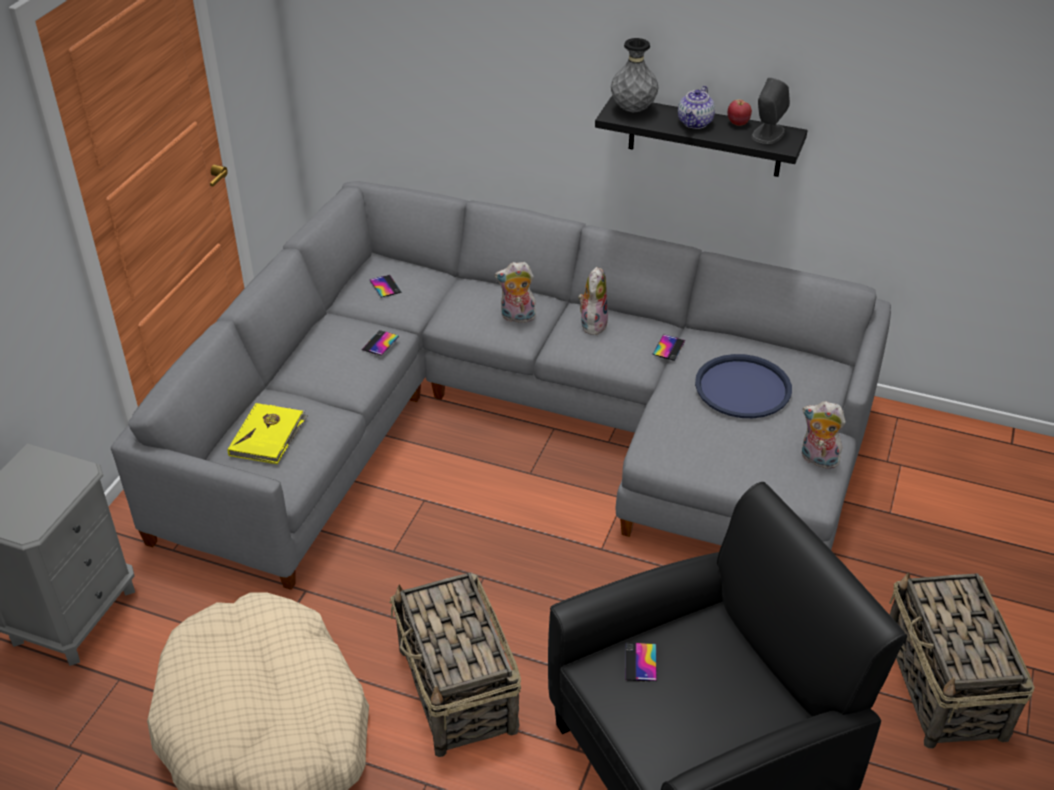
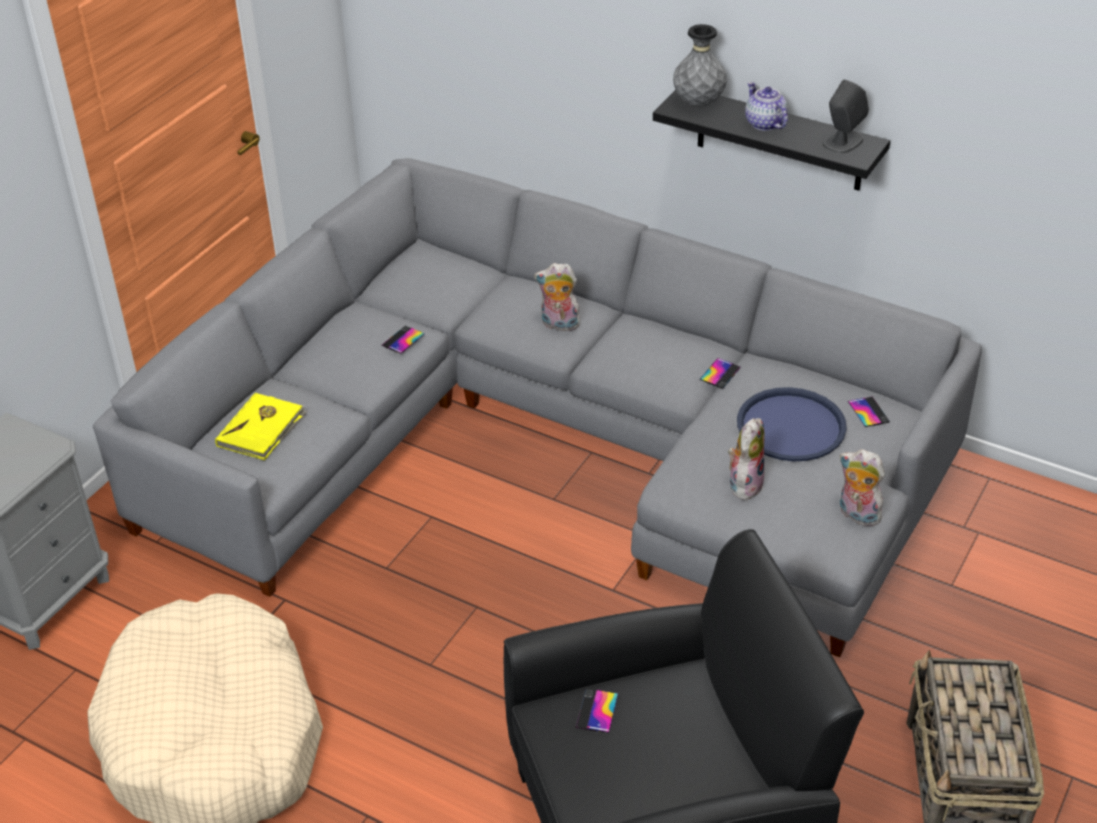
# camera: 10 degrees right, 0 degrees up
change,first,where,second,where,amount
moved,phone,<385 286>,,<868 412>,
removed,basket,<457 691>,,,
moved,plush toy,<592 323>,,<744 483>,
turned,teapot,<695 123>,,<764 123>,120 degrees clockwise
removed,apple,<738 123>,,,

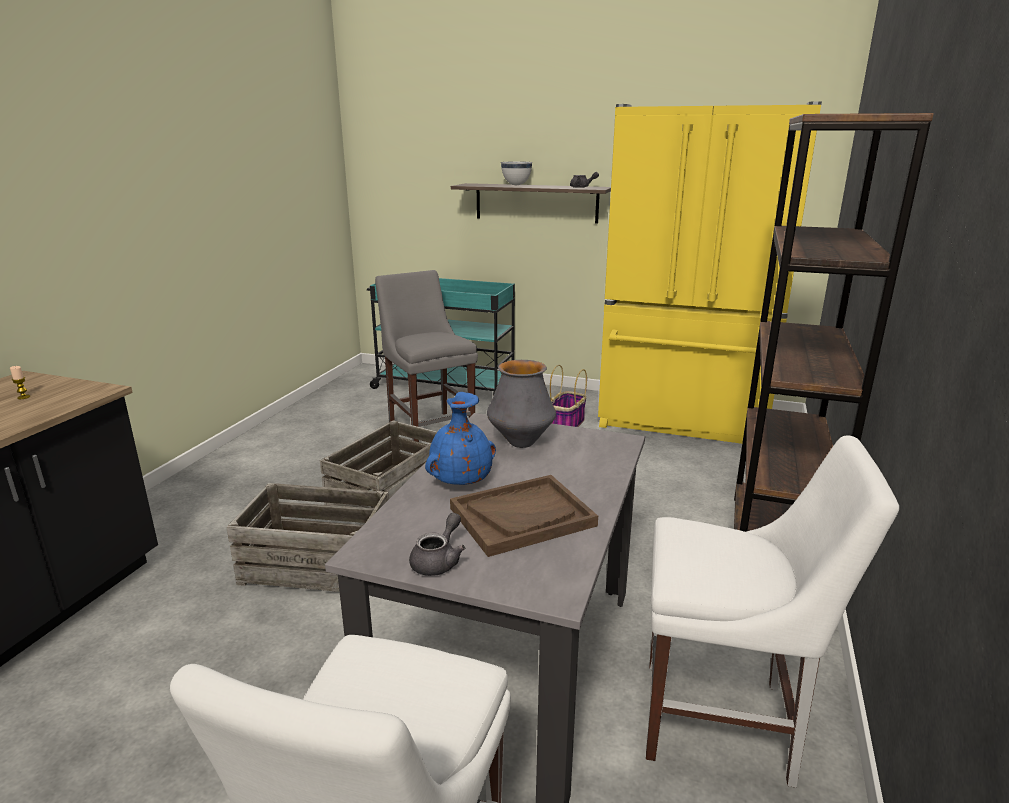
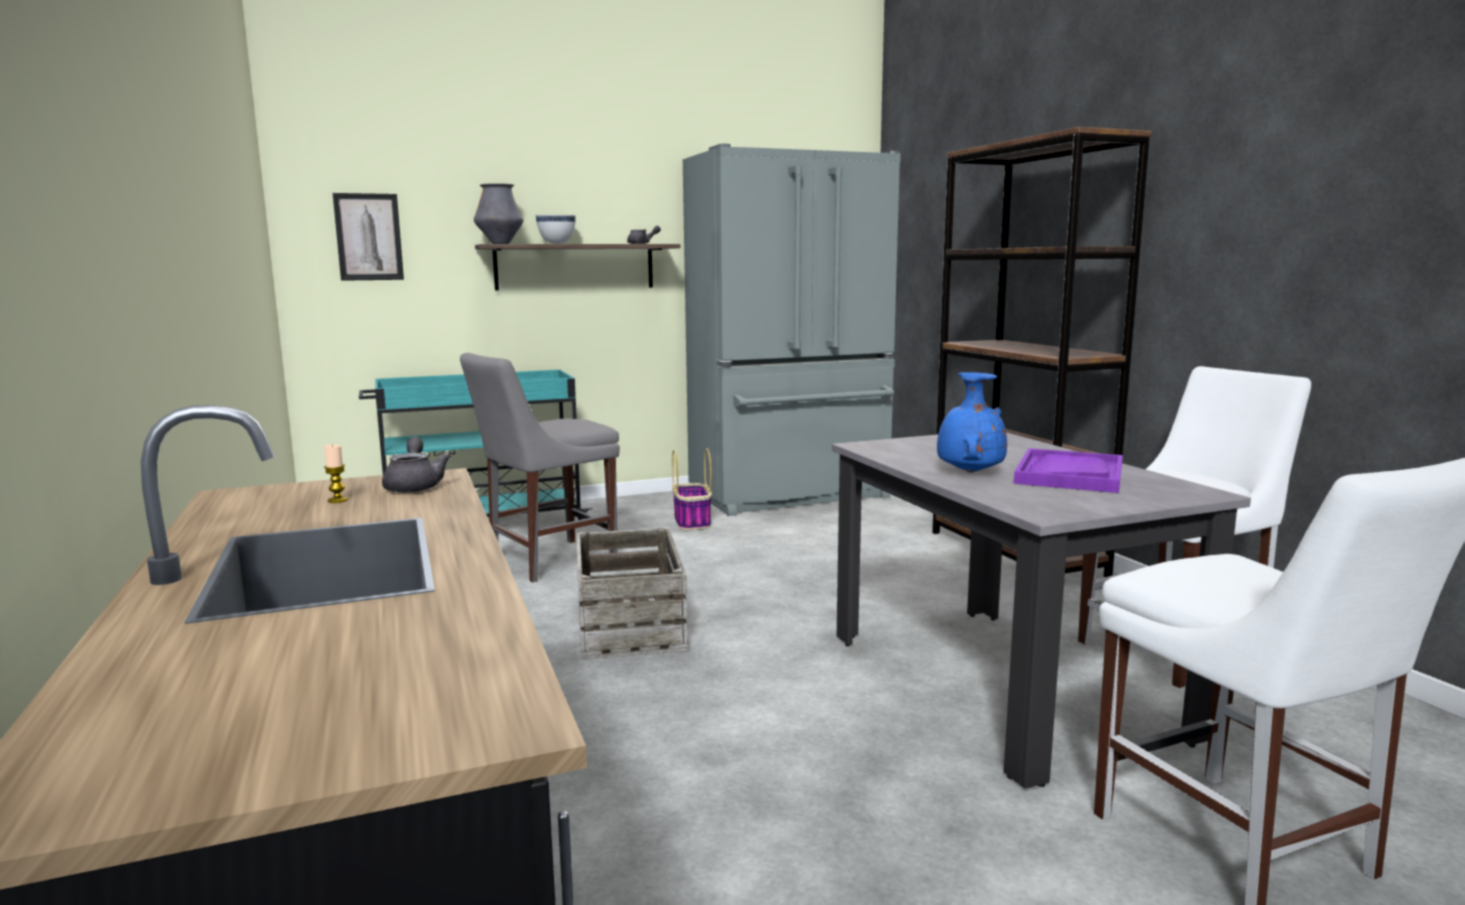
# camera: 40 degrees left, 10 degrees down
change,first,where,second,where,amount
removed,crate,<317 565>,,,
turned,grey chair,<429 428>,,<547 561>,60 degrees counterclockwise
moved,grey teapot,<439 561>,,<415 486>,
recoloured,brown tray,<522 517>,purple tray,<1069 474>,
moved,vase,<521 443>,,<500 244>,
recoloured,yellow fridge,<683 421>,grey fridge,<791 495>,
added,,,picture,<369 237>,

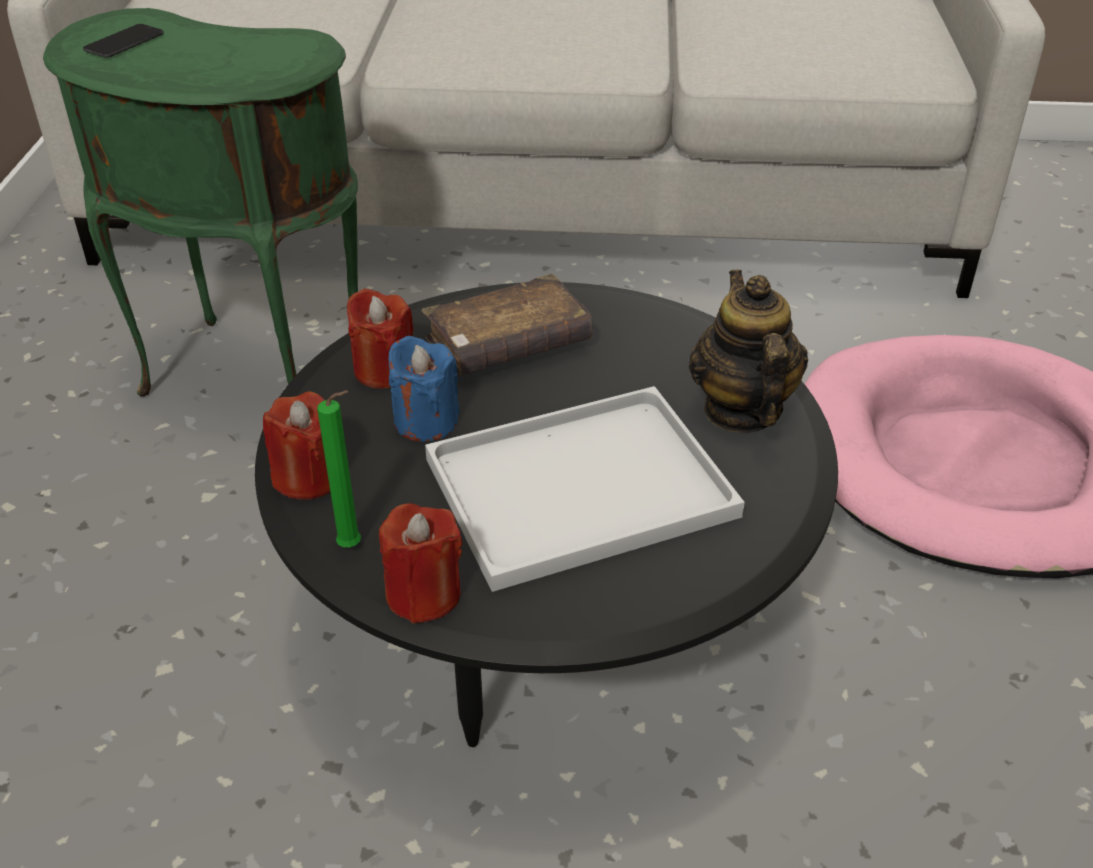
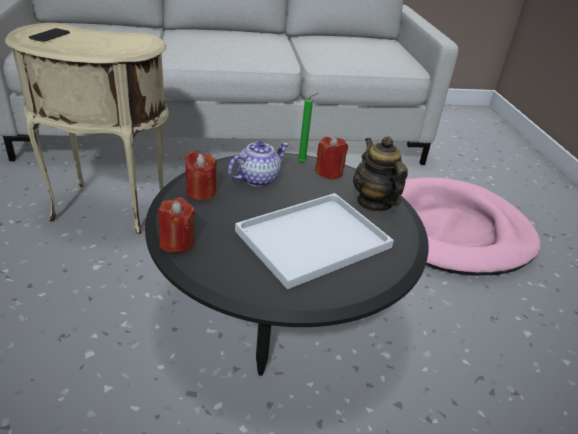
# camera: 15 degrees left, 5 degrees down
change,first,where,second,where,amount
recoloured,green side table,<251 379>,beige side table,<108 210>,
moved,green candle,<353 547>,,<303 163>,
moved,red candle,<423 594>,,<329 172>,
removed,blue candle,<426 421>,,,
replaced,brown book,<508 344>,teapot,<258 179>,

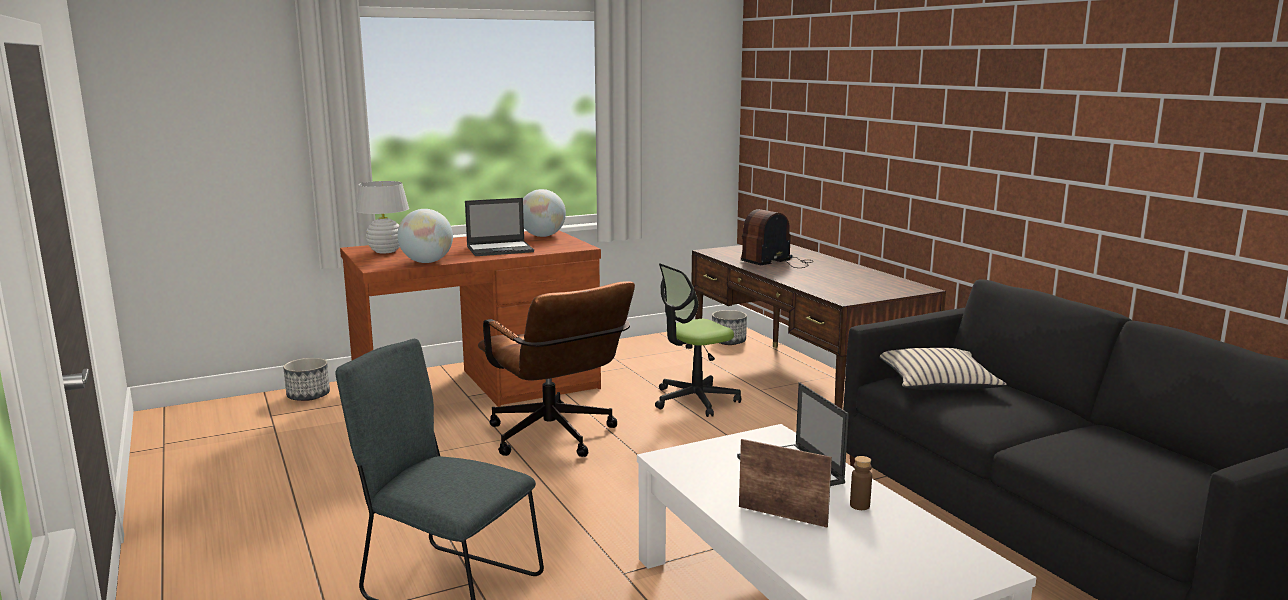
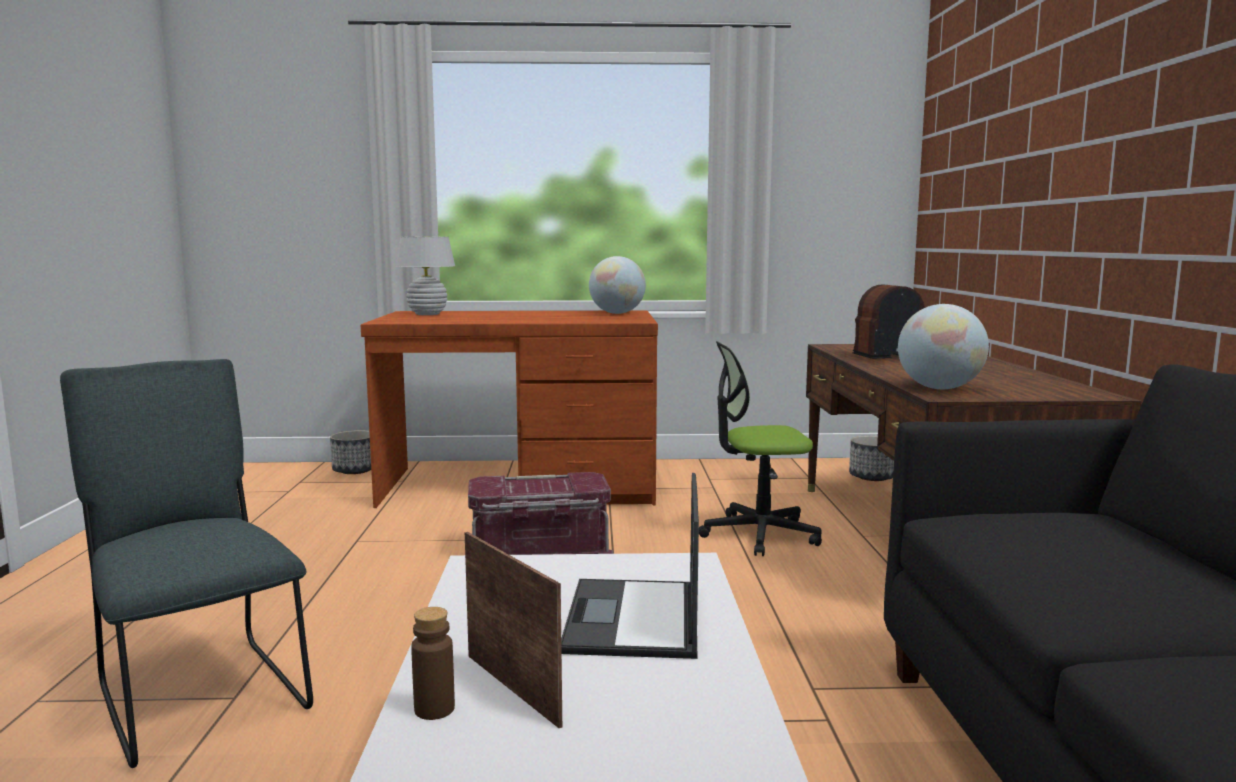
# camera: 25 degrees right, 5 degrees down
change,first,where,second,where,amount
moved,globe,<427 262>,,<939 388>,
removed,laptop,<501 249>,,,
replaced,brown office chair,<556 439>,red storage box,<539 550>,
moved,brown bottle,<859 505>,,<434 709>,
removed,beige pillow,<937 382>,,,

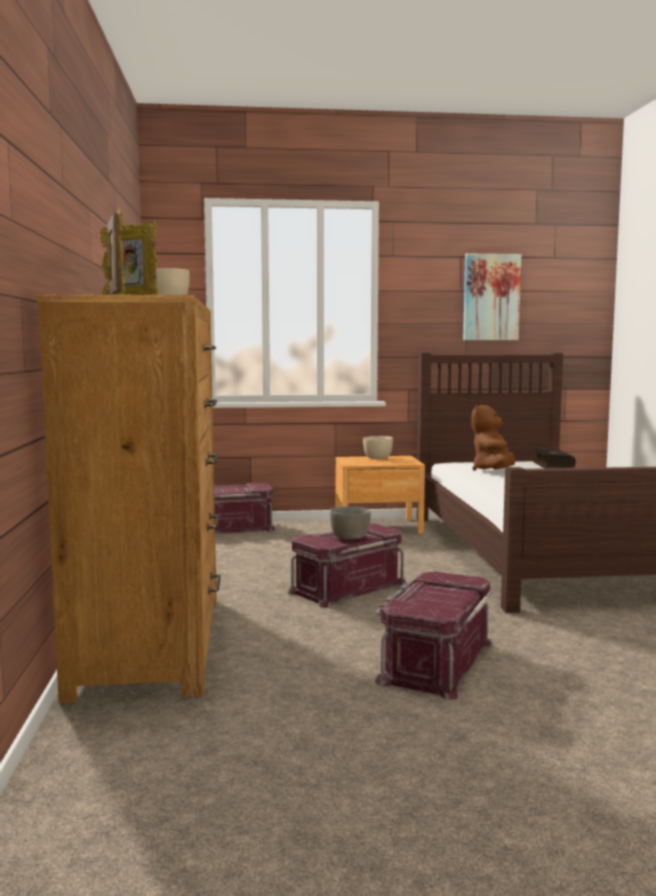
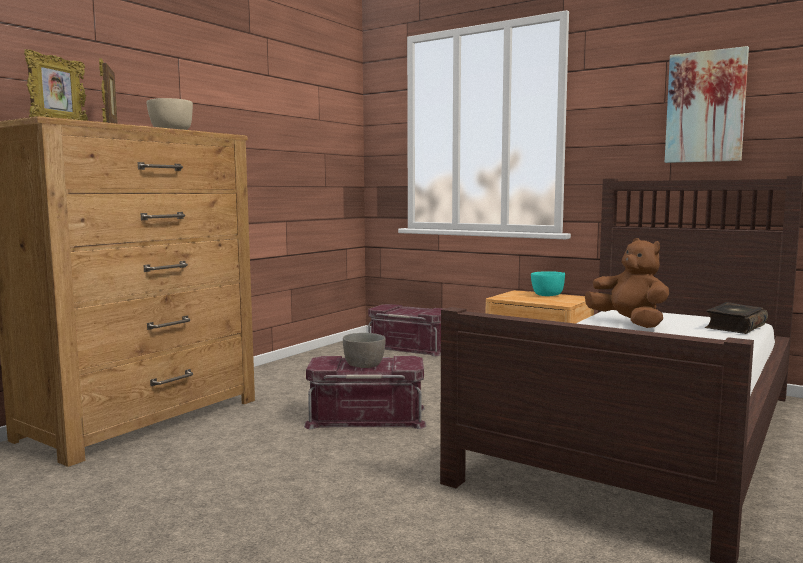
# camera: 40 degrees right, 0 degrees up
change,first,where,second,where,amount
recoloured,beige bowl,<377 458>,turquoise bowl,<547 295>,
removed,red storage box,<435 661>,,,
turned,brown plush toy,<494 471>,,<629 323>,90 degrees clockwise

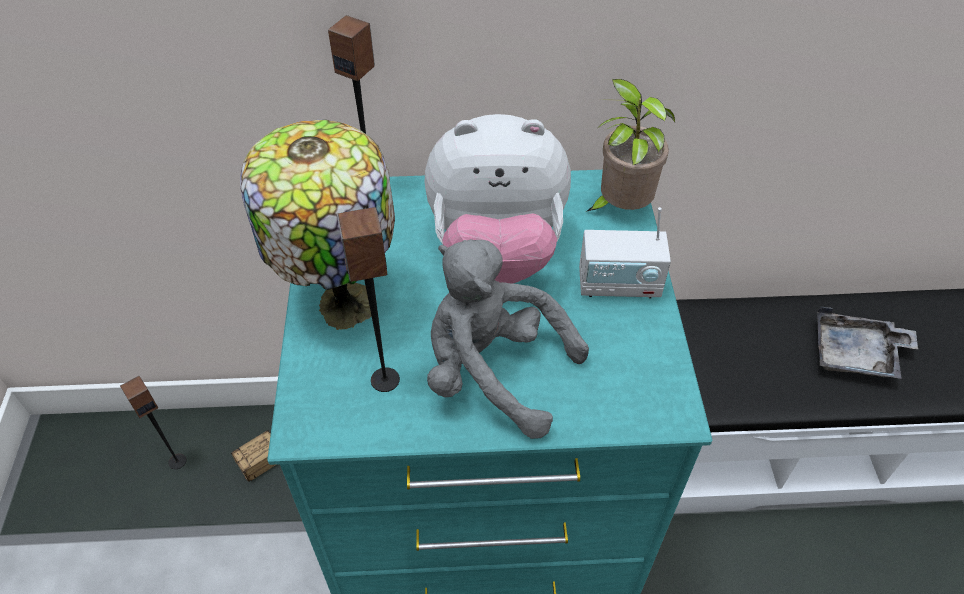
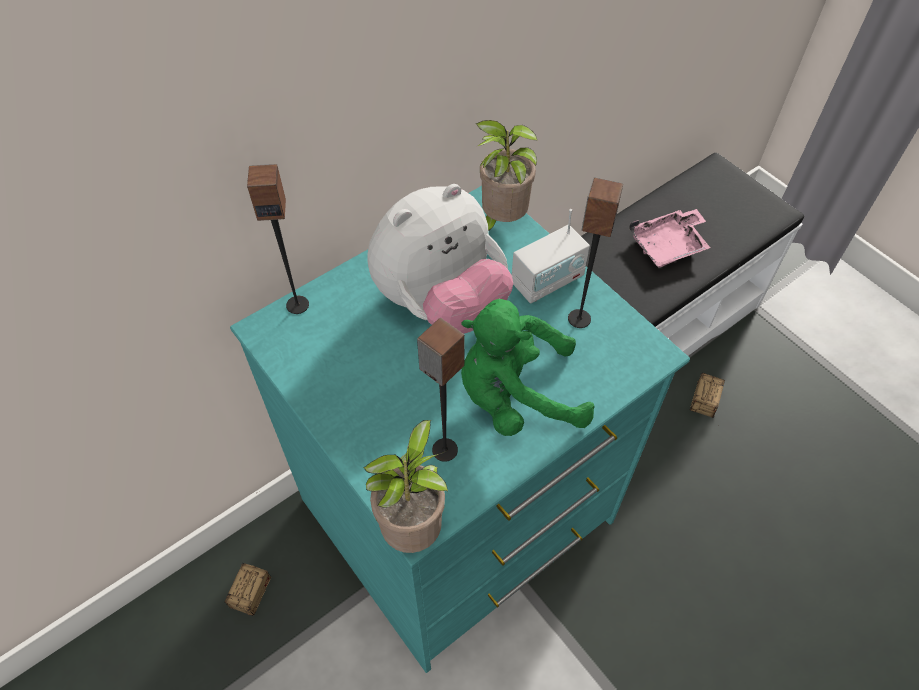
# camera: 35 degrees left, 5 degrees up
change,first,where,second,where,amount
moved,speaker,<177 461>,,<578 318>,
removed,table lamp,<342 302>,,,
recoloured,grey plush toy,<493 372>,green plush toy,<516 397>,
recoloured,grey tray,<856 354>,pink tray,<668 246>,
added,,,potted plant,<415 529>,
added,,,storage box,<699 420>,

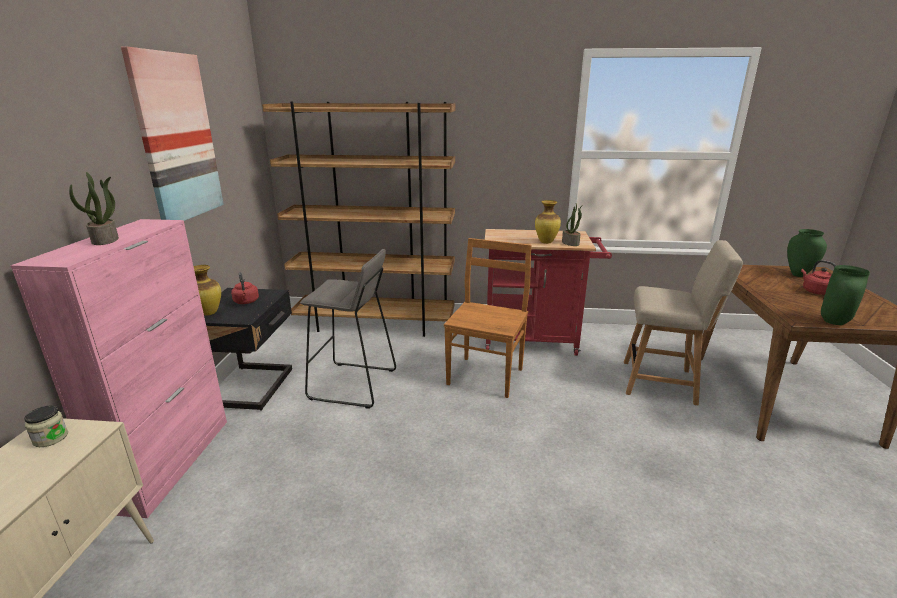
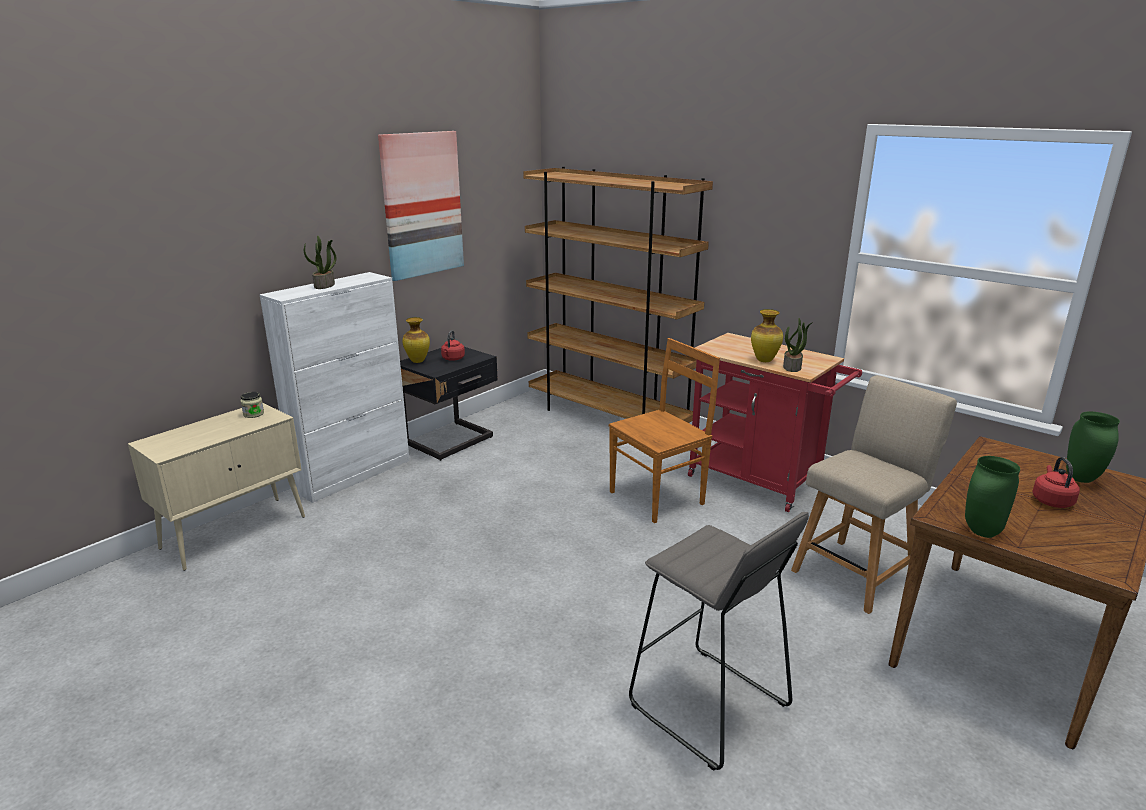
# camera: 35 degrees right, 0 degrees up
change,first,where,second,where,amount
recoloured,pink cabinet,<173 462>,white cabinet,<353 474>,
moved,grey stool,<353 385>,,<708 706>,
turned,beige chair,<663 382>,,<857 572>,90 degrees counterclockwise

